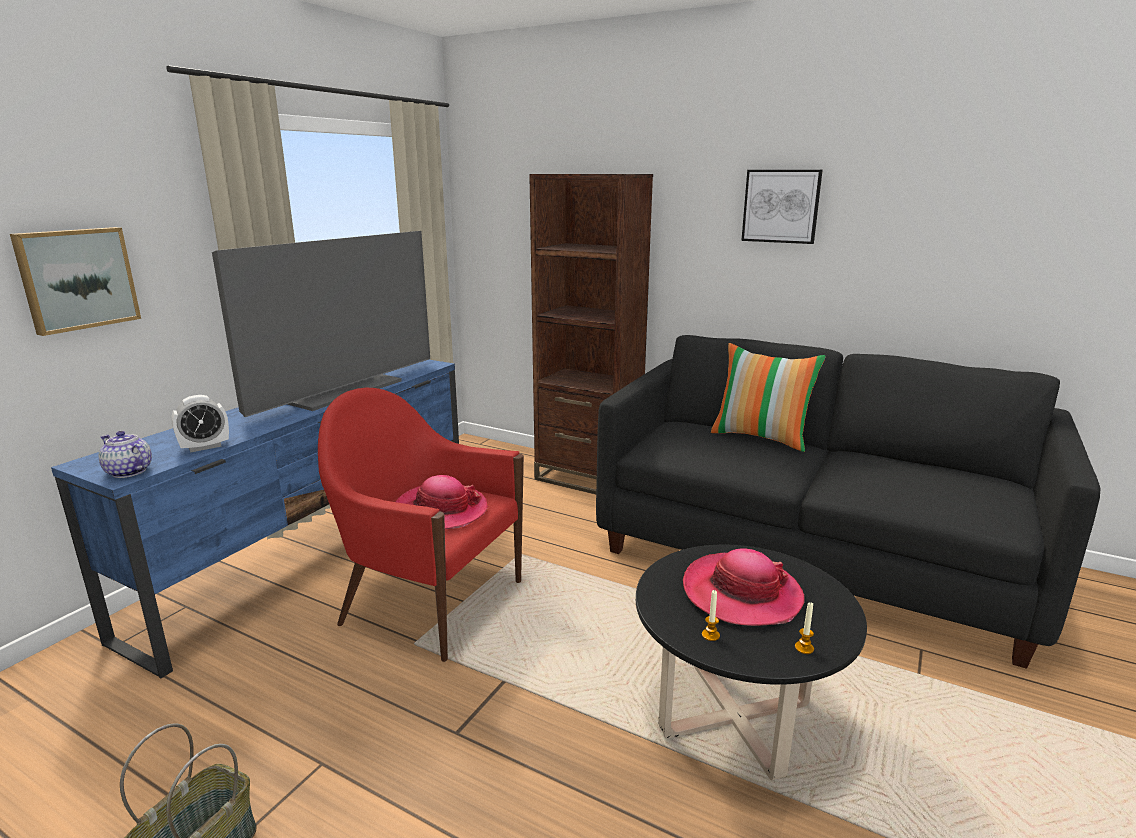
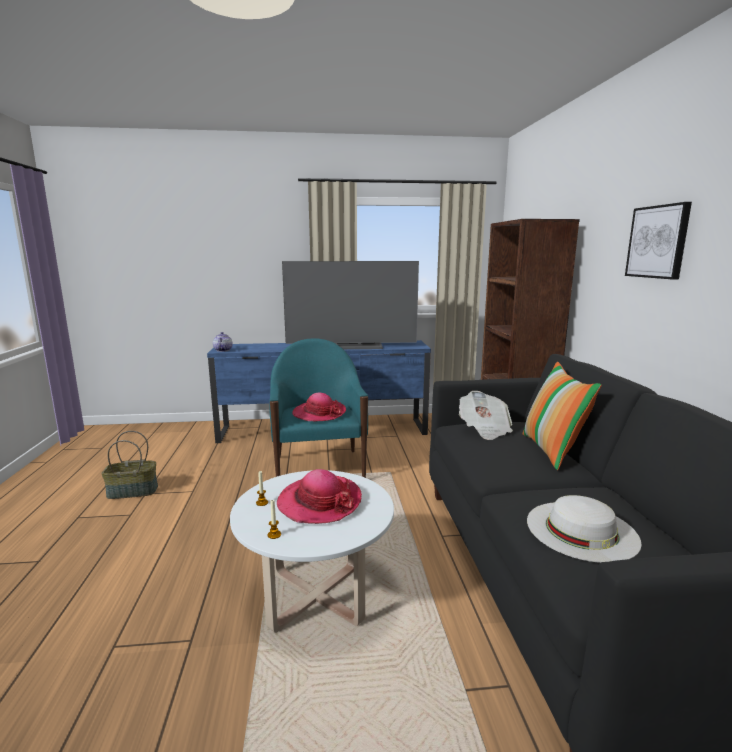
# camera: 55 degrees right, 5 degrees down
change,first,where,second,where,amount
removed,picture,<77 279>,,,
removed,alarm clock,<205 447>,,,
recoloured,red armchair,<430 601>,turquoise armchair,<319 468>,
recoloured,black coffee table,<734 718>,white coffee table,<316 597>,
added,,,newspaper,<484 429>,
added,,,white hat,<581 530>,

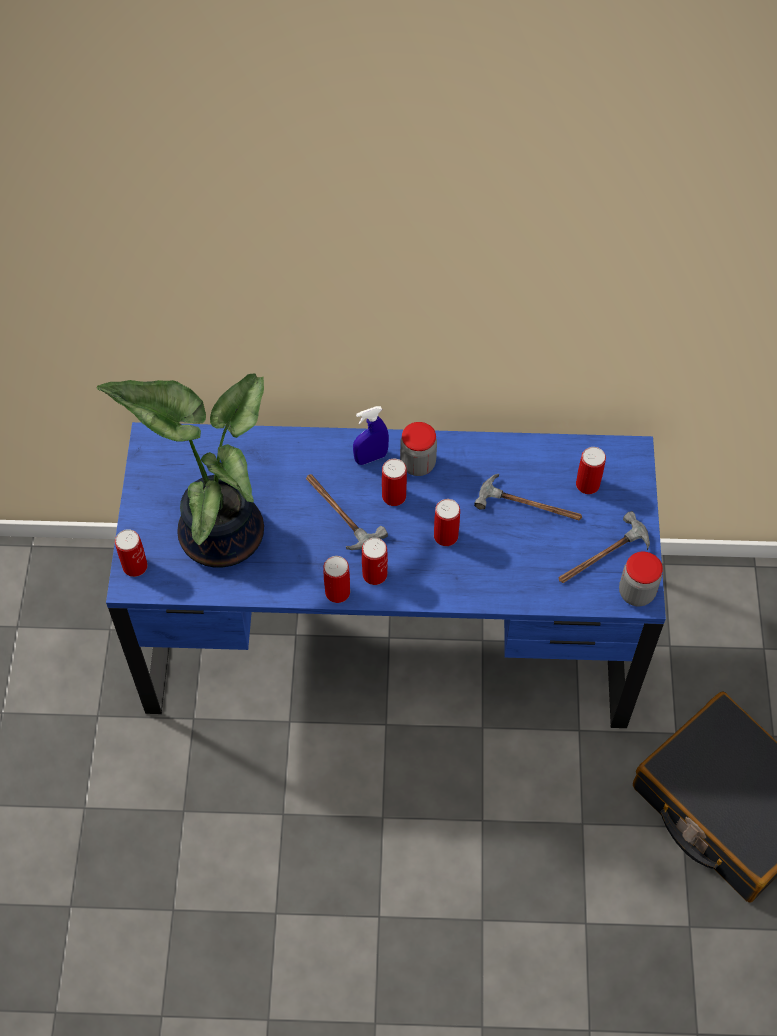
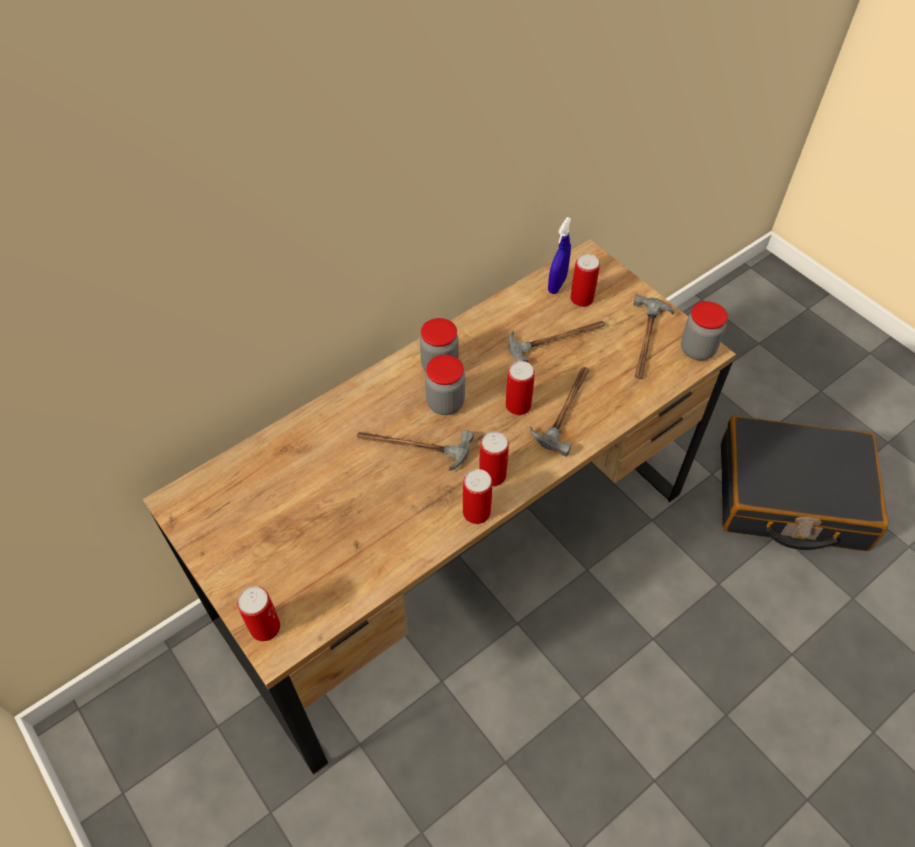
# camera: 40 degrees left, 5 degrees down
change,first,where,second,where,amount
removed,potted plant,<219 530>,,,
recoloured,blue desk,<388 636>,brown desk,<457 555>,
moved,blue spray bottle,<371 458>,,<557 285>,
replaced,can,<394 496>,jar,<445 403>,
added,,,hammer,<565 408>,

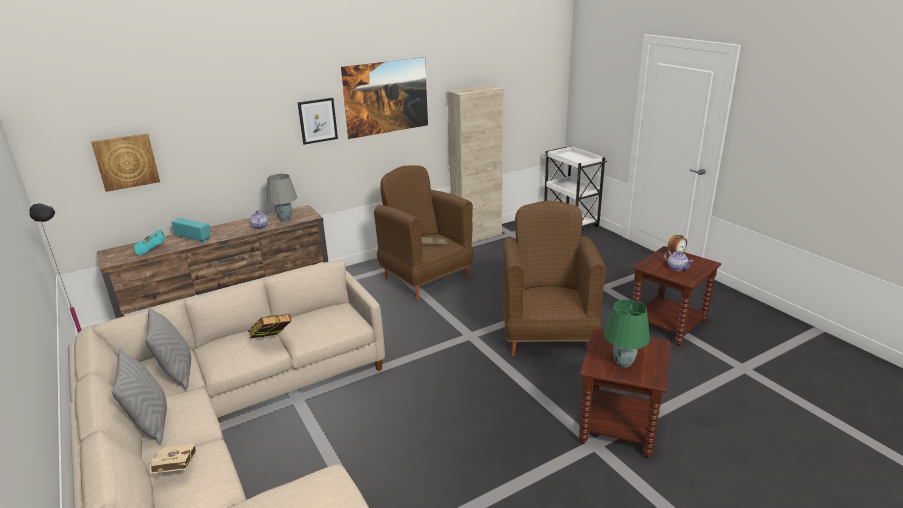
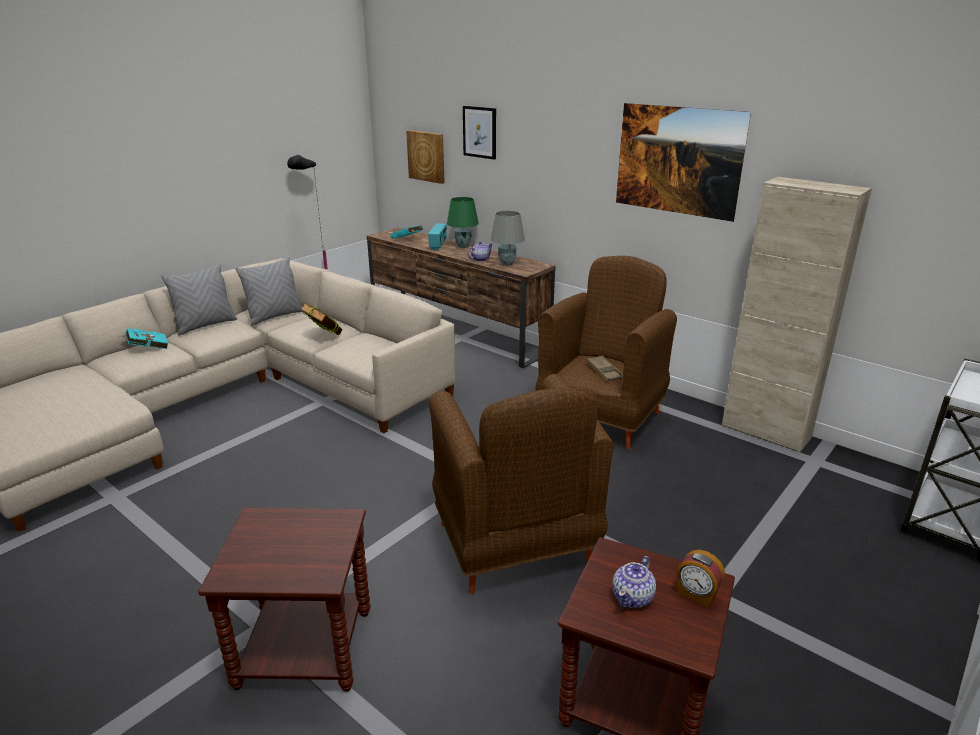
# camera: 70 degrees right, 0 degrees up
change,first,where,second,where,amount
recoloured,beige book,<175 470>,turquoise book,<147 348>,
moved,picture,<317 120>,,<480 132>,
turned,brown armchair,<547 335>,,<515 546>,90 degrees clockwise
moved,green table lamp,<622 363>,,<463 246>,

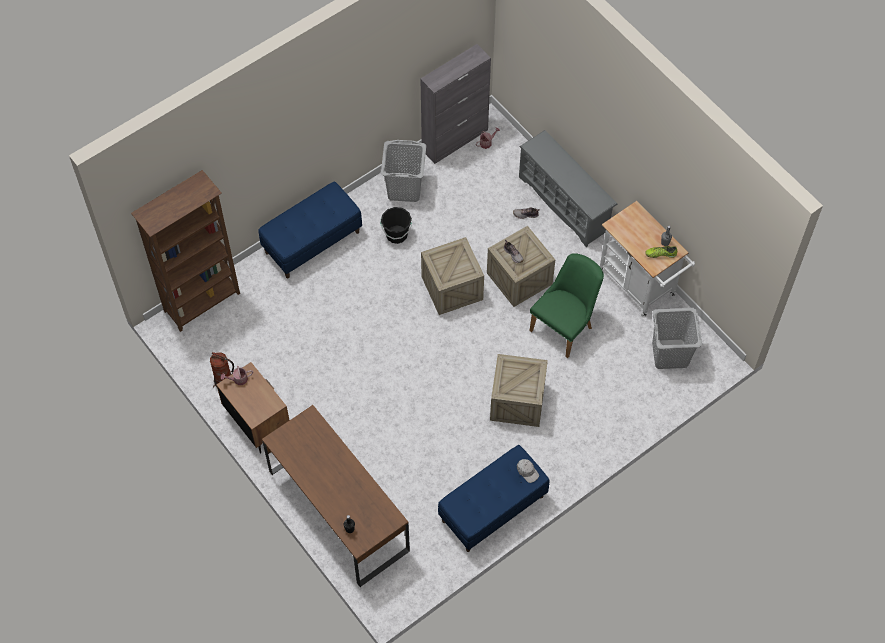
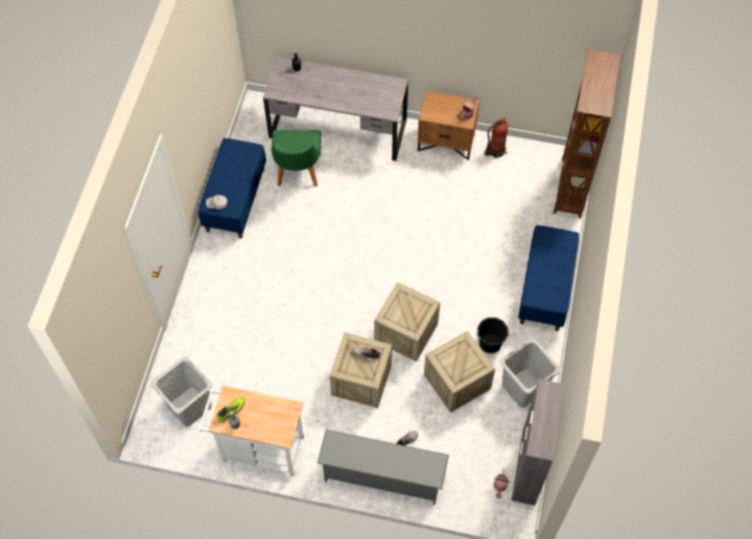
# camera: 140 degrees right, 0 degrees up
change,first,where,second,where,amount
recoloured,brown desk,<338 510>,grey desk,<338 129>,
moved,crate,<517 401>,,<457 381>,
moved,green chair,<565 326>,,<297 174>,

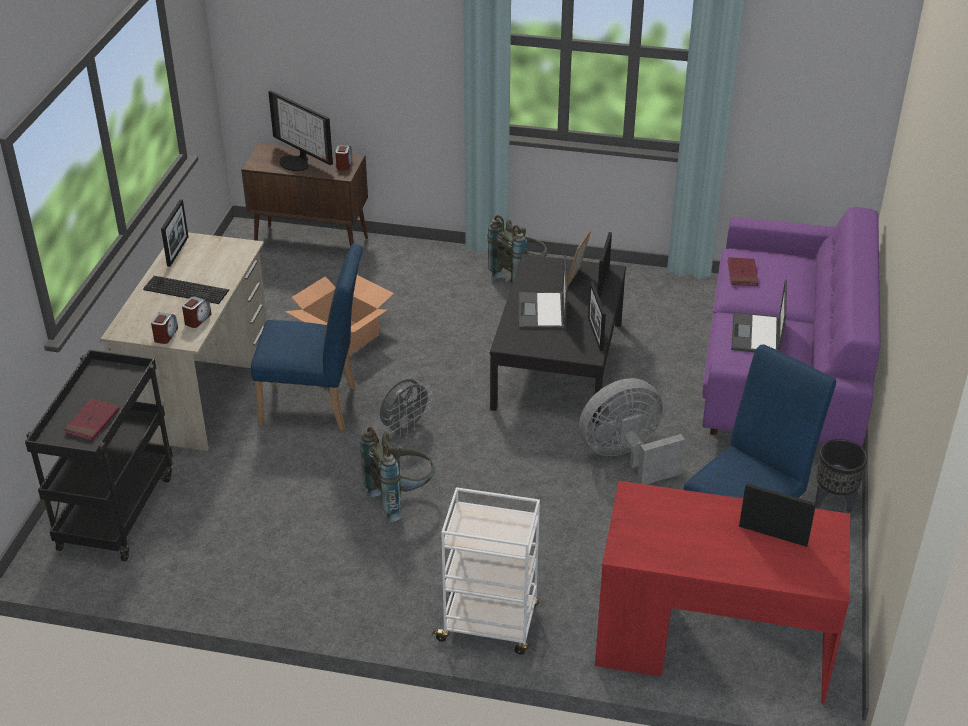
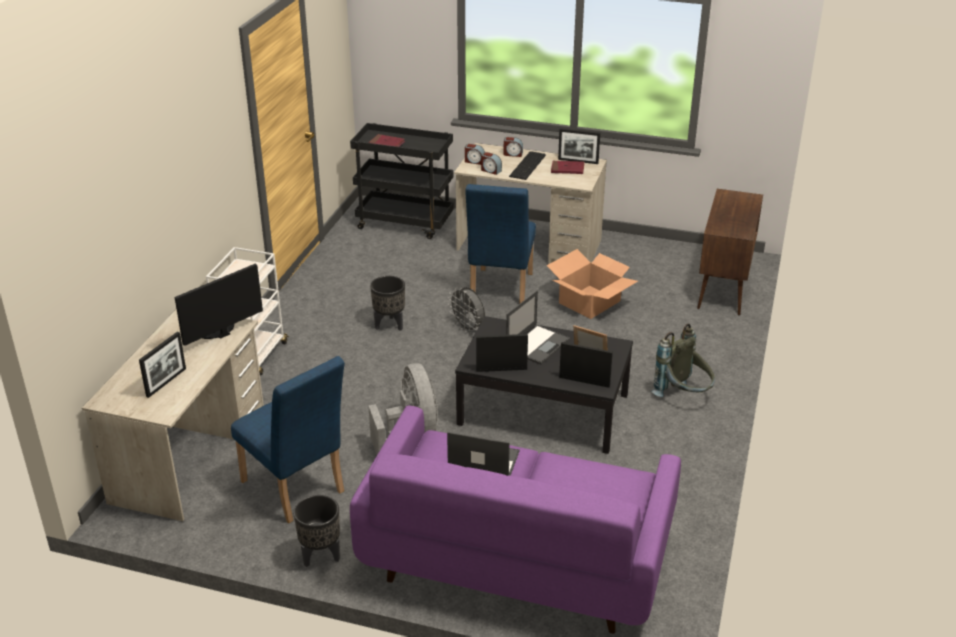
# camera: 95 degrees right, 5 degrees down
change,first,where,second,where,amount
moved,monitor,<297 162>,,<218 332>,
moved,alarm clock,<344 164>,,<513 154>,
replaced,grey backpack,<401 498>,black planter,<389 325>,
turned,laptop,<542 312>,,<538 344>,120 degrees clockwise
recoloured,red desk,<712 644>,beige desk,<190 455>,
moved,red book,<742 274>,,<567 169>,

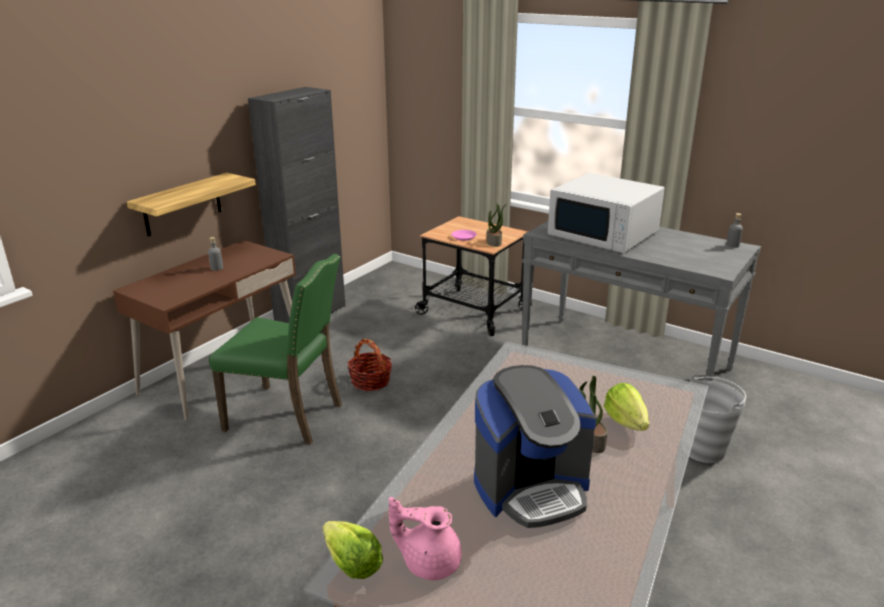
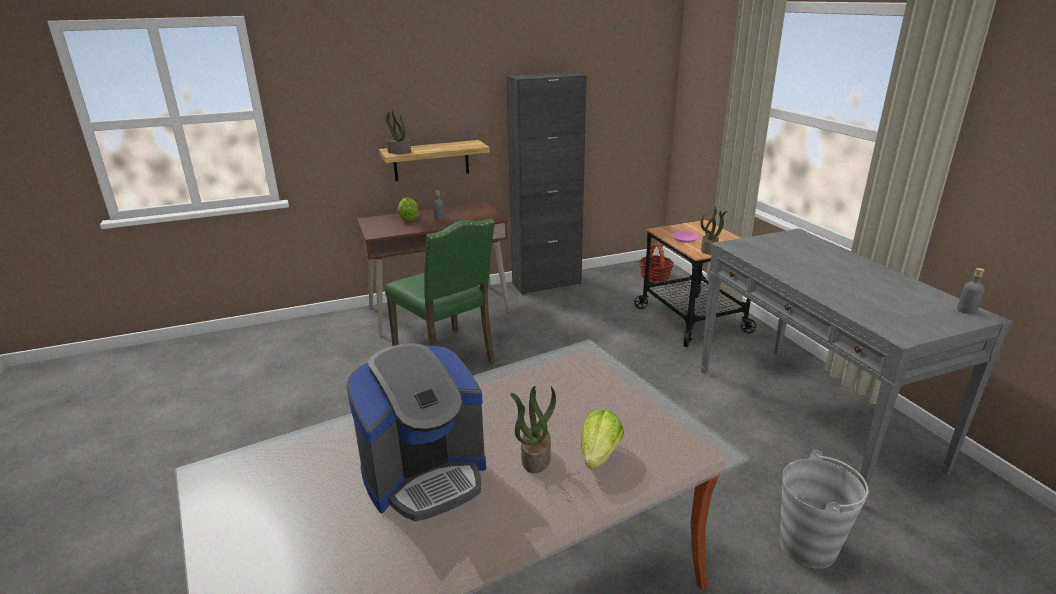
# camera: 35 degrees right, 0 degrees up
change,first,where,second,where,amount
moved,lettuce,<352 564>,,<409 218>,
moved,basket,<370 381>,,<655 276>,
removed,pink teapot,<429 562>,,,
turned,coffee machine,<531 488>,,<425 475>,45 degrees counterclockwise
removed,white microwave,<604 234>,,,
added,,,potted plant,<399 152>,

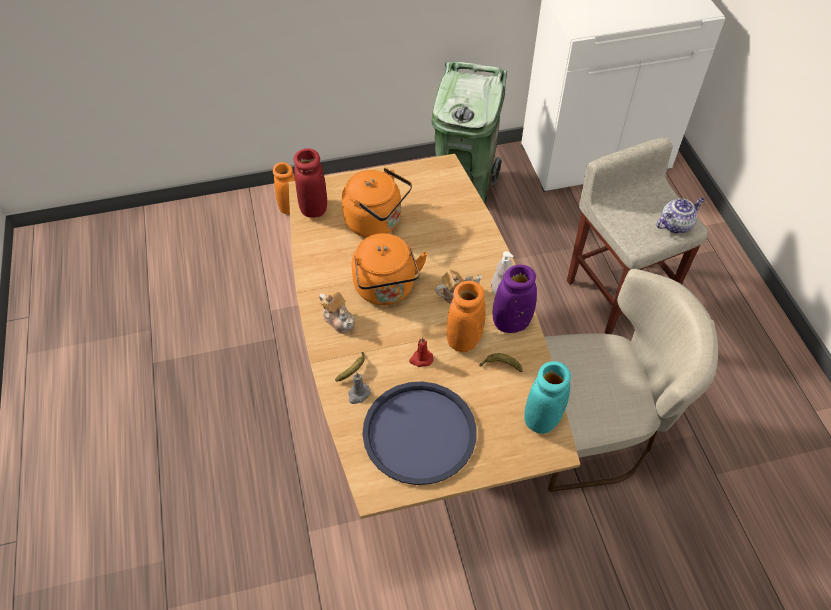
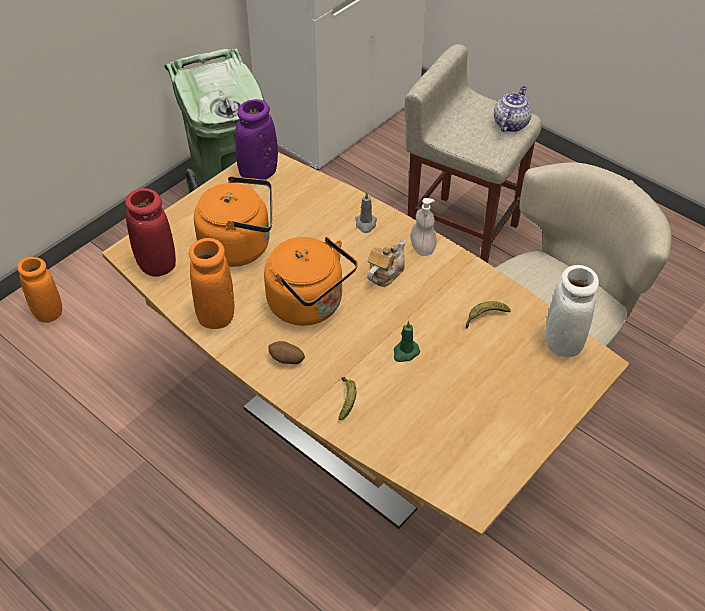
# camera: 35 degrees left, 5 degrees down
change,first,where,second,where,amount
replaced,teapot,<338 319>,potato,<286 360>,
moved,grey candle,<358 394>,,<366 224>,
removed,blue tray,<419 433>,,,
recoloured,red candle,<421 359>,green candle,<405 352>,
moved,orange vase,<464 339>,,<216 316>,
moved,purple vase,<511 322>,,<258 173>,
recoloured,turquoise vase,<542 418>,white vase,<563 343>,

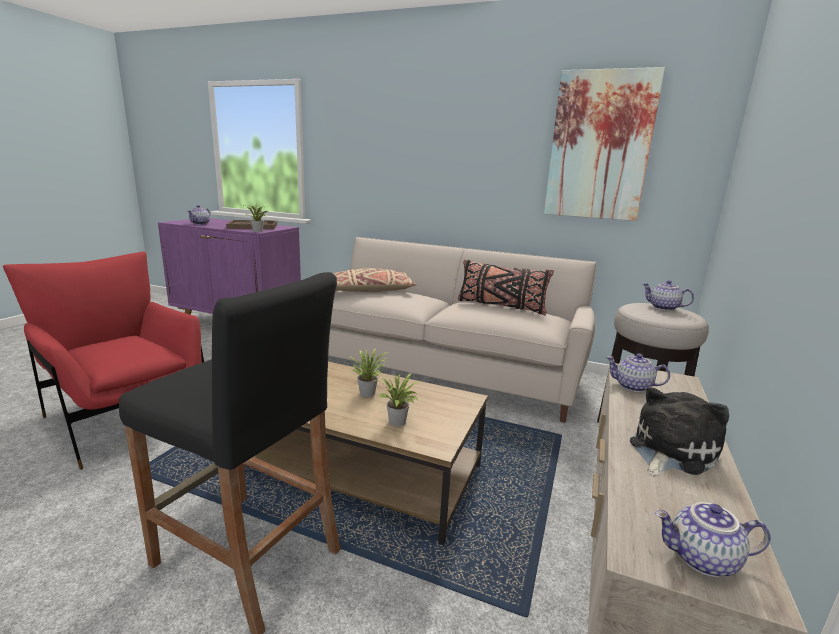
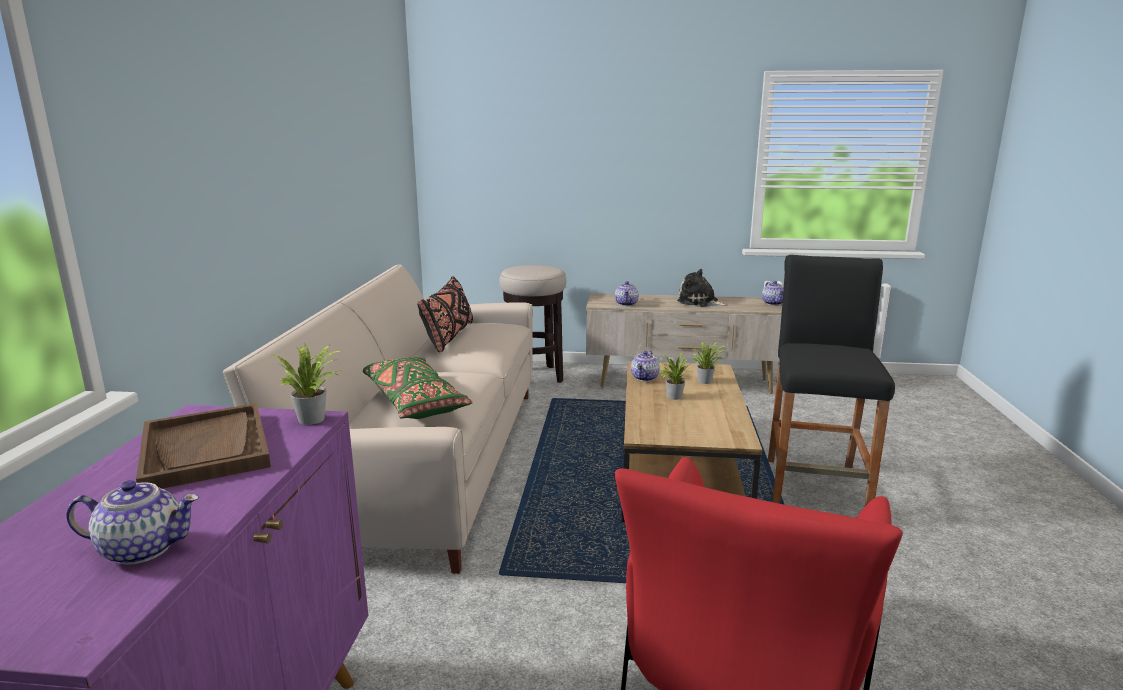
# camera: 105 degrees left, 0 degrees up
change,first,where,second,where,amount
recoloured,beige pillow,<370 290>,green pillow,<414 401>,
removed,picture,<599 146>,,,
moved,teapot,<663 308>,,<645 378>,

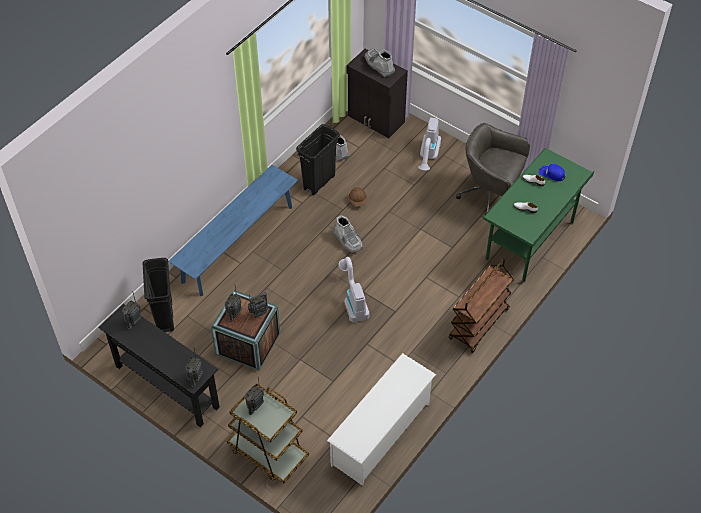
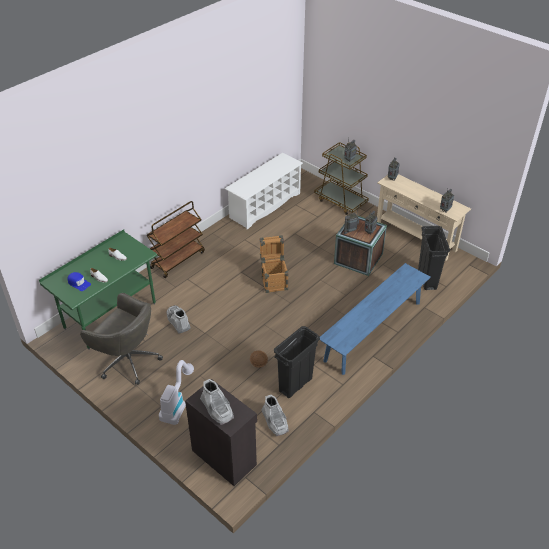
# camera: 175 degrees left, 10 degrees down
change,first,where,second,where,amount
recoloured,black console table,<166 387>,beige console table,<415 237>,
moved,grey boot,<348 241>,,<178 321>,
replaced,vacuum cleaner,<353 301>,crate,<274 281>,

